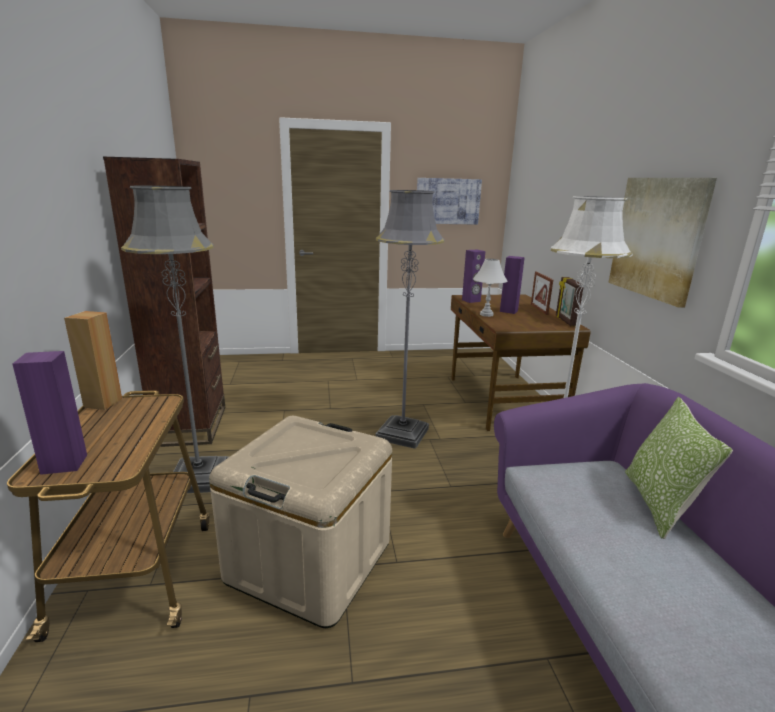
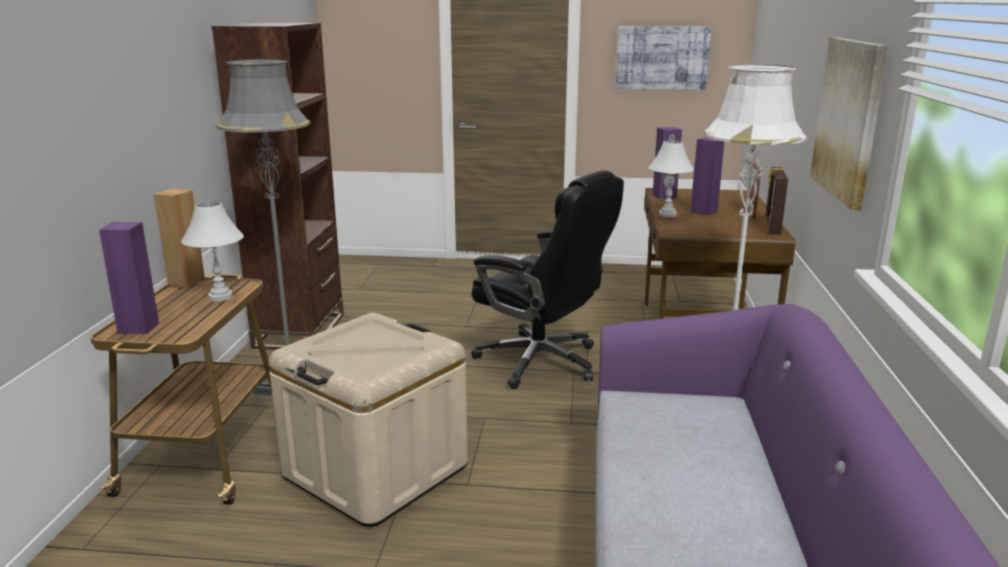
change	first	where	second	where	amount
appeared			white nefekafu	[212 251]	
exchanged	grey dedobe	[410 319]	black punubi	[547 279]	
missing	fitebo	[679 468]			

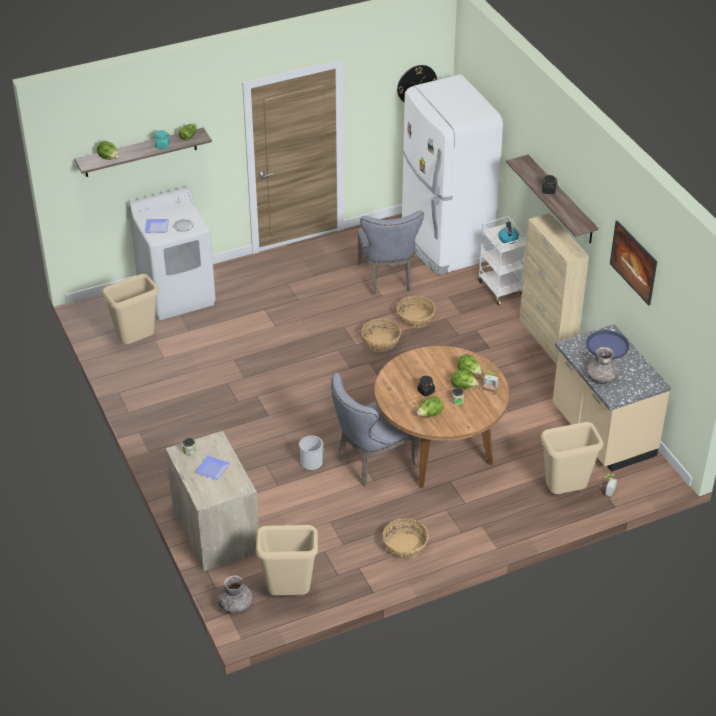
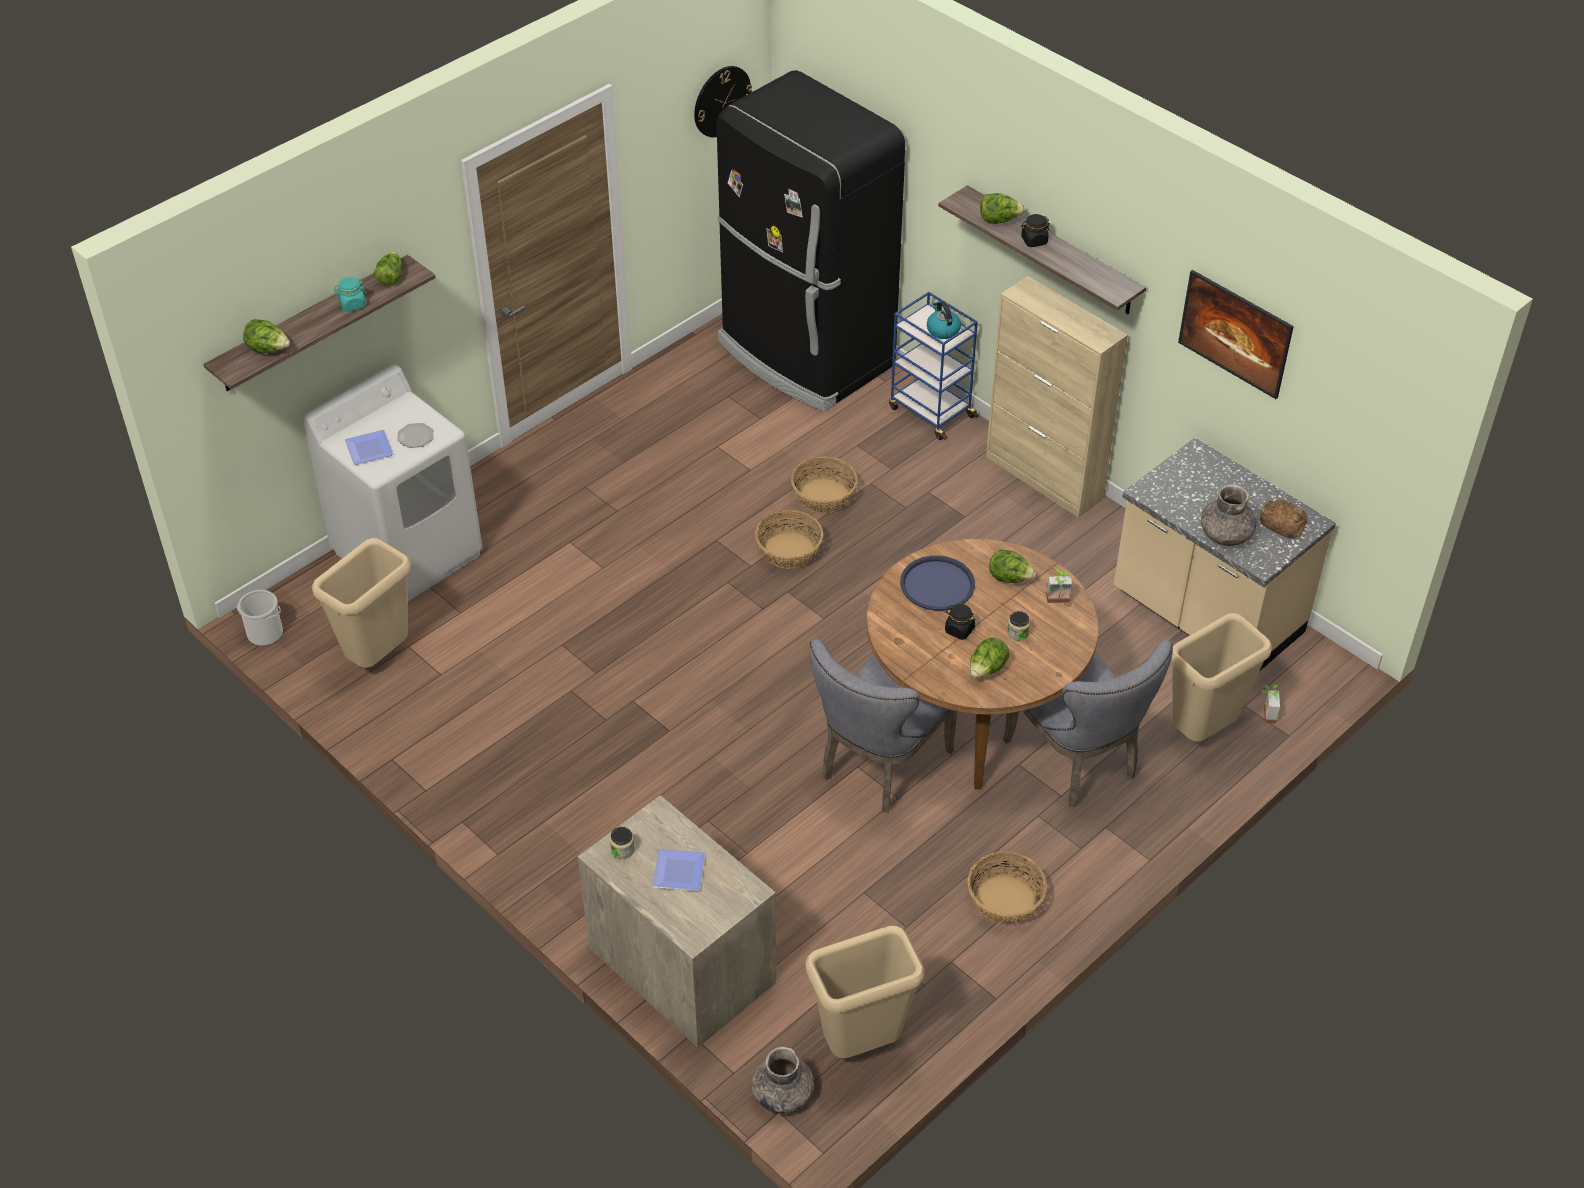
change	first	where	second	where	amount
relocated	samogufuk	[311 452]		[260 618]	
colour	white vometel	[452 175]	black vometel	[811 241]	
colour	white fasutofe	[502 260]	blue fasutofe	[933 366]	
relocated	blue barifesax	[608 344]		[937 583]	
relocated	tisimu	[465 379]		[1002 208]	
relocated	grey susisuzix	[390 253]		[1088 723]	
appeared			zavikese	[1283 519]	

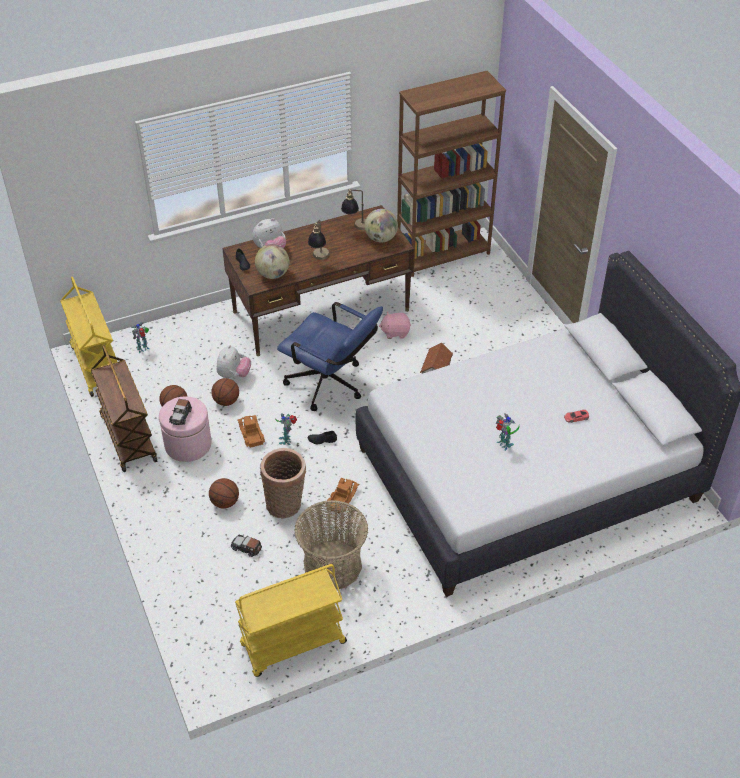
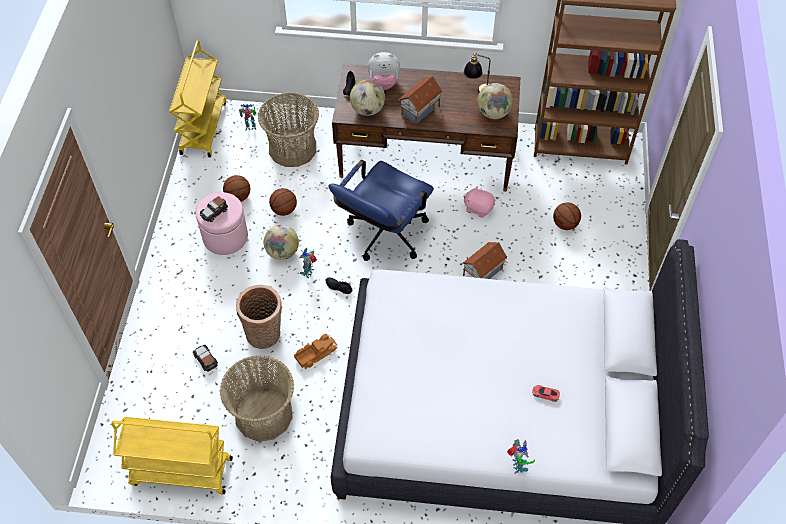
change	first	where	second	where	amount
appeared			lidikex	[288 129]	
exchanged	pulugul	[251 431]	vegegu	[281 242]	
spun	blue punubi	[330 356]		[381 210]	60 degrees clockwise
exchanged	nefekafu	[319 240]	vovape	[421 100]	
relocated	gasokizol	[507 432]		[521 456]	
relocated	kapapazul	[224 493]		[567 216]	
missing	brown fasutofe	[124 408]			
missing	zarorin	[234 362]			

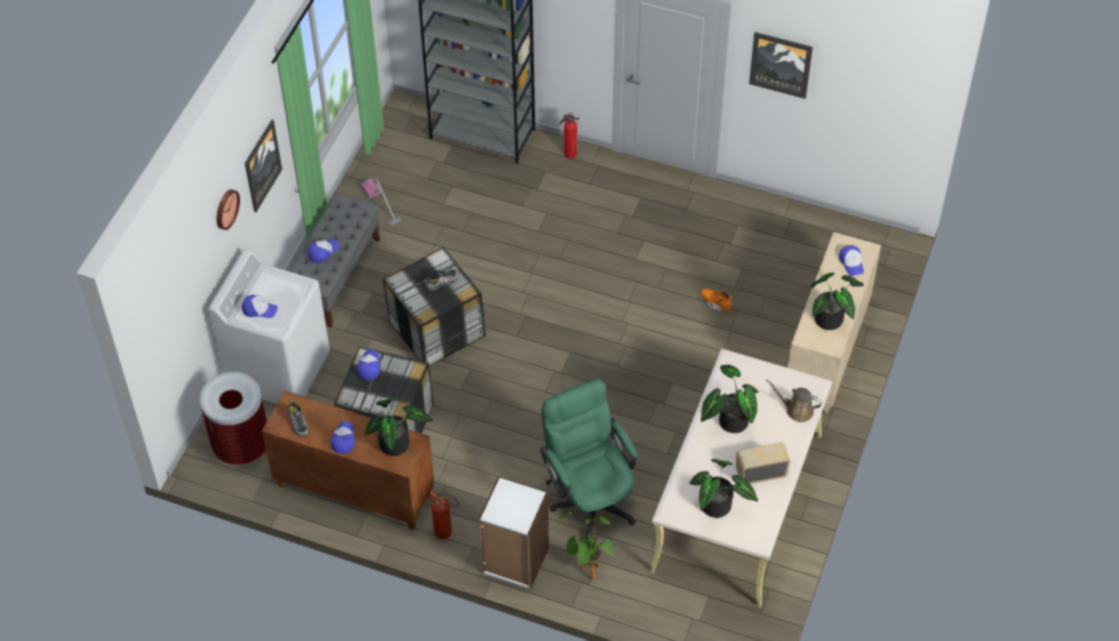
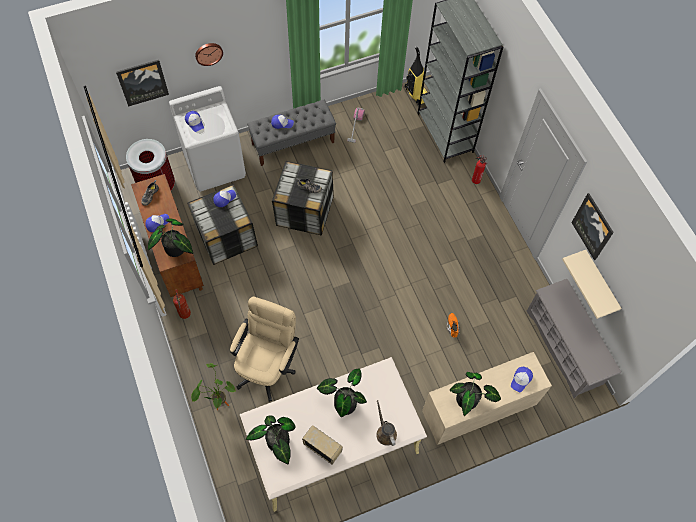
change	first	where	second	where	amount
relocated	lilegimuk	[263 166]		[142 83]	
colour	green punubi	[588 460]	beige punubi	[264 349]	
appeared			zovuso	[416 76]	
appeared			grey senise	[574 338]	
appeared			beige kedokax	[592 284]	
missing	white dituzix	[514 533]			

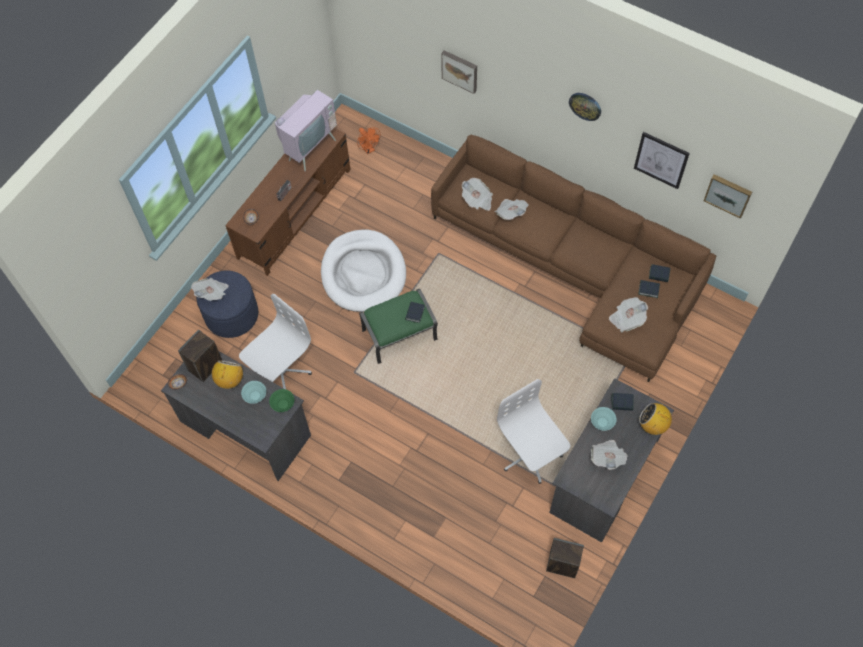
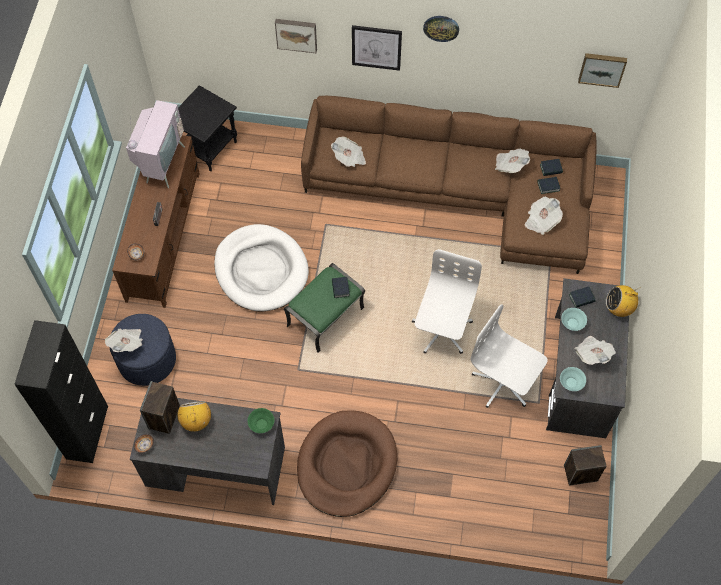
change	first	where	second	where	amount
appeared			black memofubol	[61 391]	
exchanged	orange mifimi	[369 140]	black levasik	[207 128]	
appeared			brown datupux	[347 463]	
relocated	lilegimuk	[662 160]		[377 48]	
relocated	white punubi	[275 341]		[447 301]	
relocated	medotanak	[512 209]		[512 160]	
relocated	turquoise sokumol	[253 392]		[573 379]	

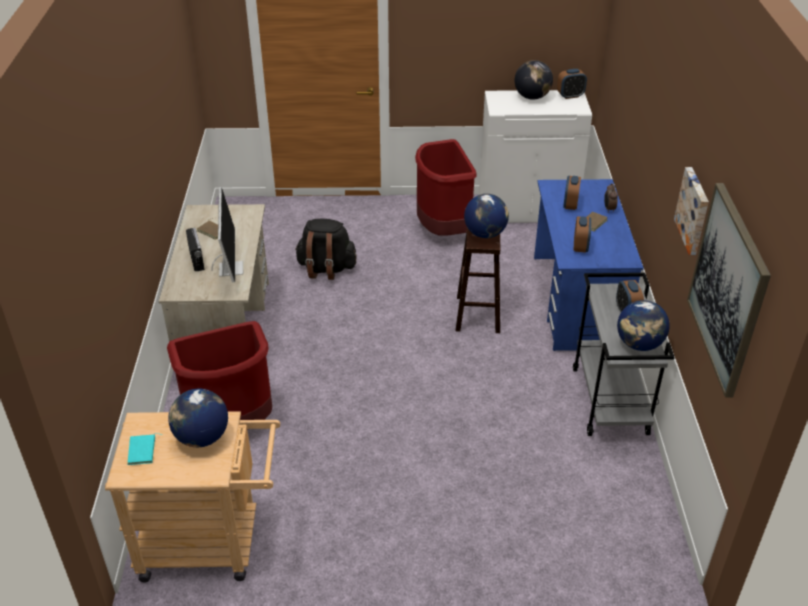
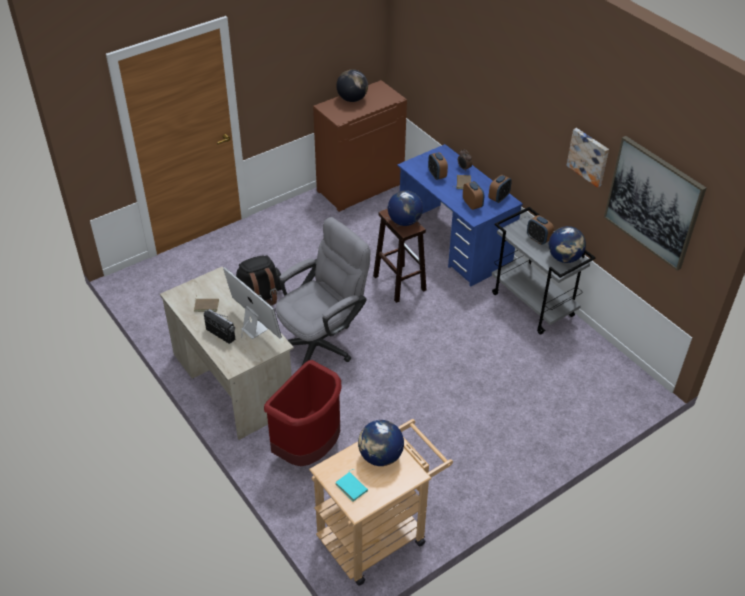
change	first	where	second	where	amount
appeared			grey punubi	[323 291]	
colour	white memofubol	[535 156]	brown memofubol	[360 146]	
relocated	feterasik	[572 84]		[500 189]	
missing	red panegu	[446 187]			

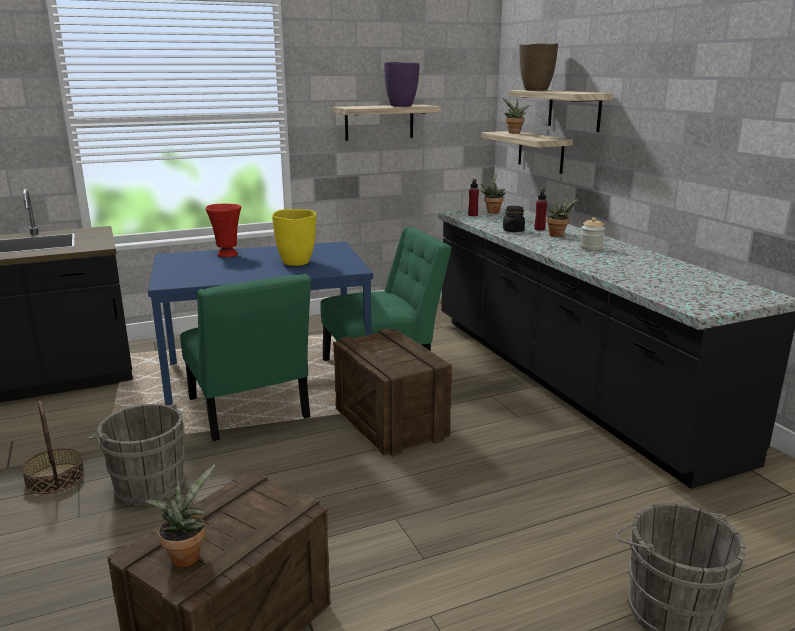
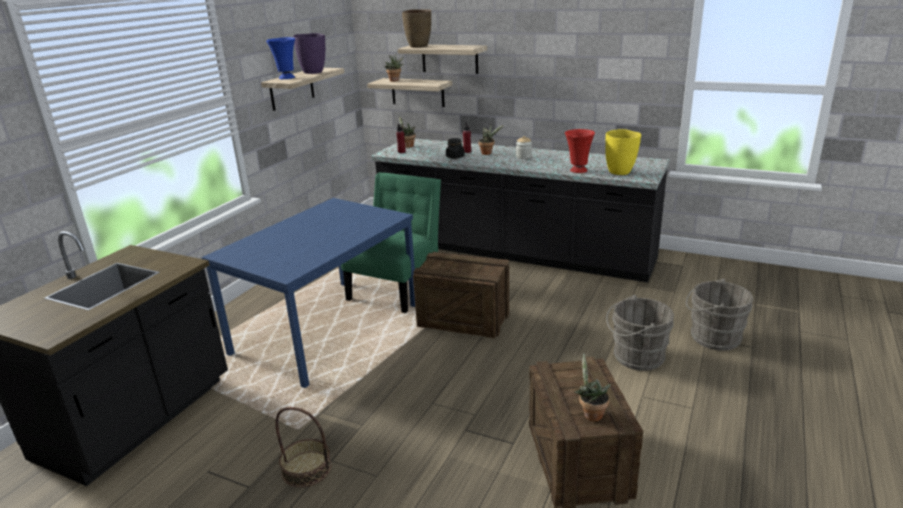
change	first	where	second	where	amount
appeared			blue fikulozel	[280 58]	
relocated	red fikulozel	[224 230]		[580 151]	
relocated	yellow fikulozel	[294 237]		[623 152]	
relocated	grey samogufuk	[136 454]		[640 333]	
missing	green susisuzix	[245 357]			

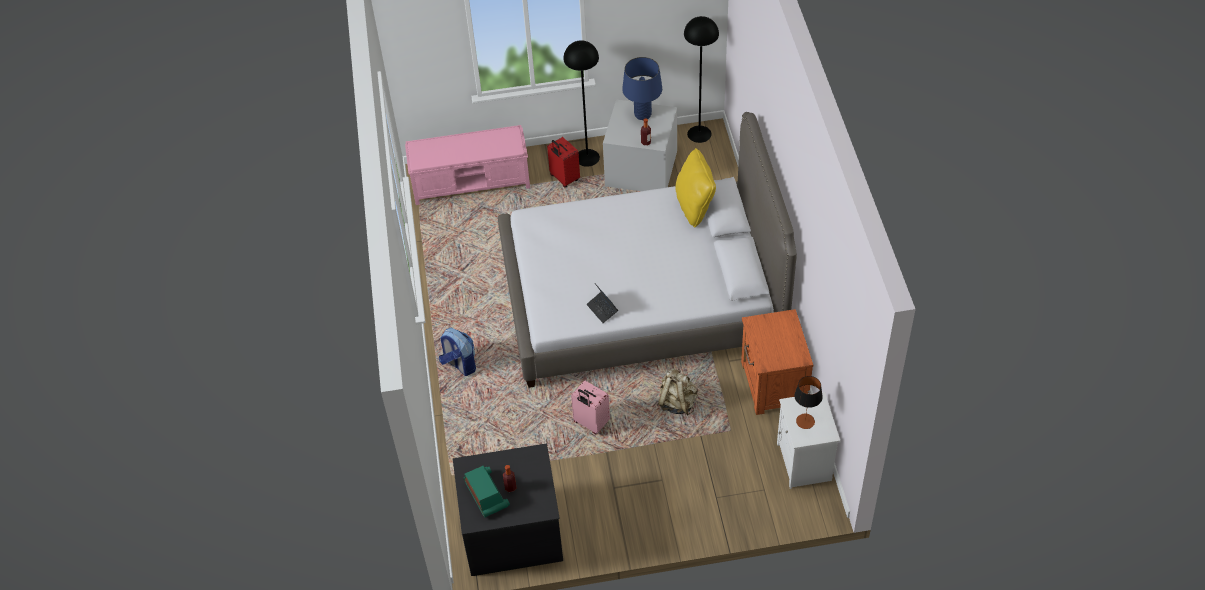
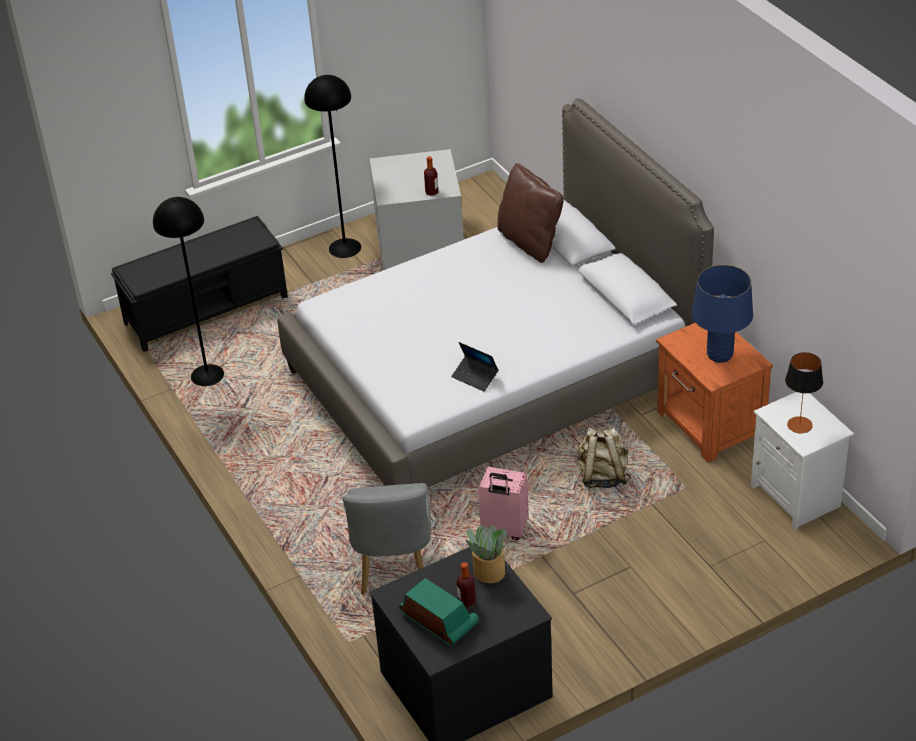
change	first	where	second	where	amount
colour	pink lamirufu	[467 165]	black lamirufu	[199 284]	
relocated	black dedobe	[701 79]		[188 291]	
appeared			grey susisuzix	[387 539]	
appeared			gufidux	[486 554]	
colour	yellow fitebo	[695 187]	brown fitebo	[530 213]	
relocated	blue nefekafu	[642 88]		[722 314]	
missing	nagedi	[457 352]			
missing	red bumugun	[563 162]			

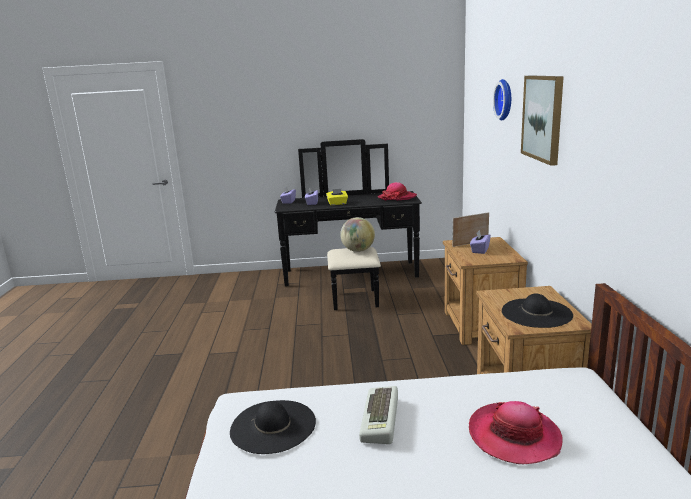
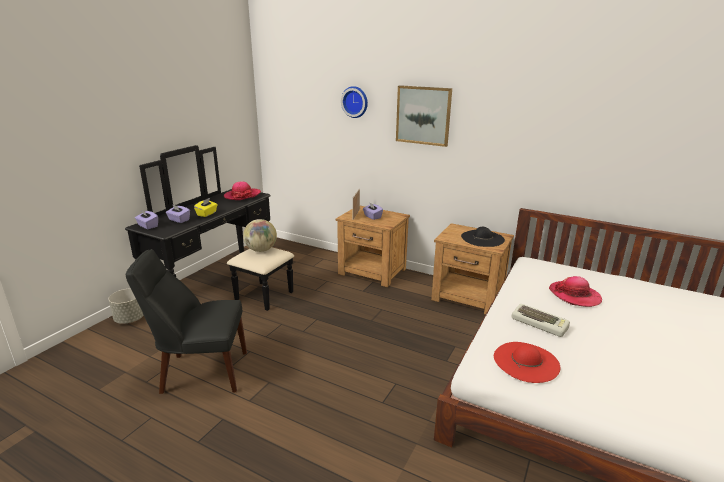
change	first	where	second	where	amount
appeared			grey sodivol	[126 306]	
appeared			black susisuzix	[186 321]	
colour	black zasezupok	[273 427]	red zasezupok	[527 362]	

